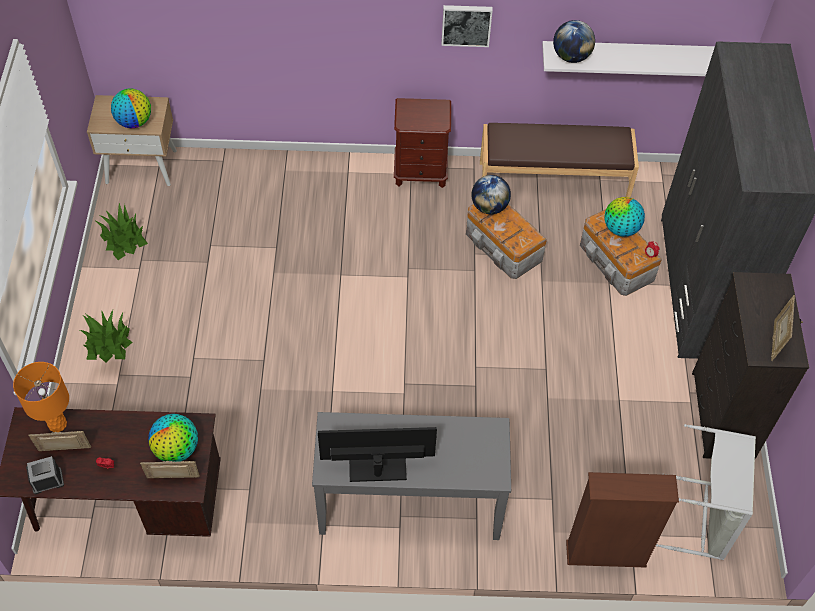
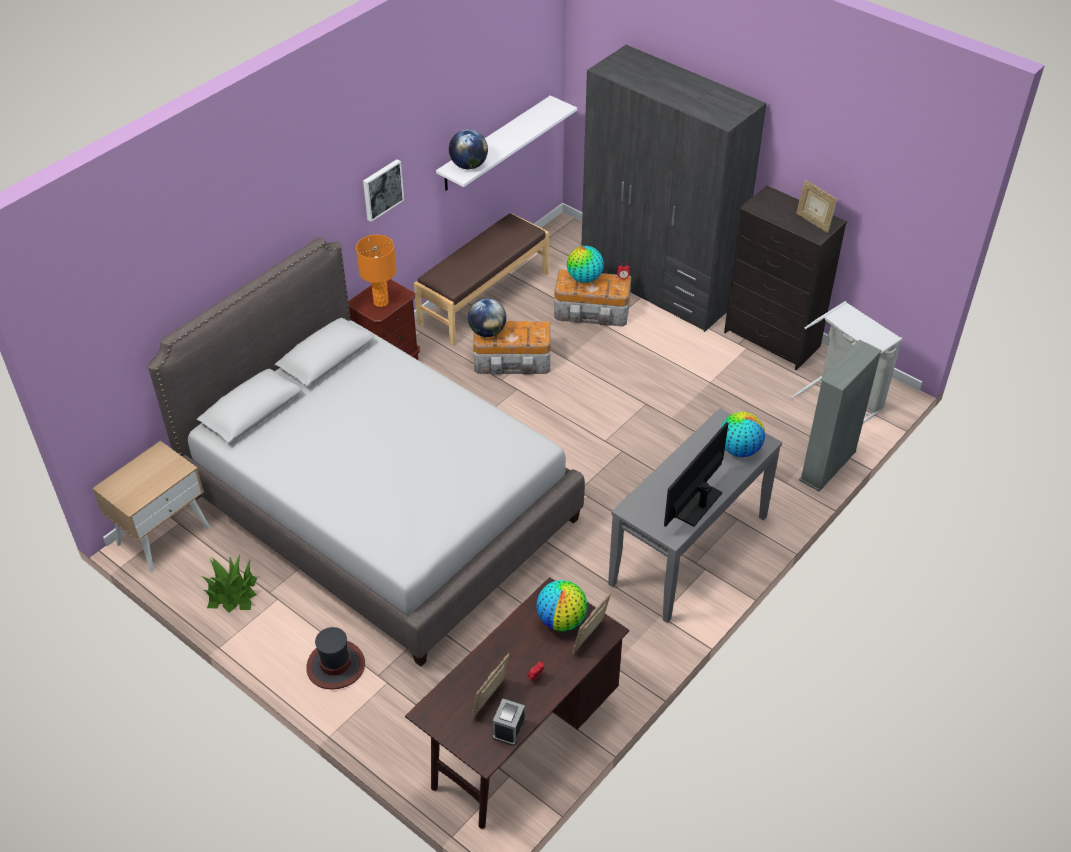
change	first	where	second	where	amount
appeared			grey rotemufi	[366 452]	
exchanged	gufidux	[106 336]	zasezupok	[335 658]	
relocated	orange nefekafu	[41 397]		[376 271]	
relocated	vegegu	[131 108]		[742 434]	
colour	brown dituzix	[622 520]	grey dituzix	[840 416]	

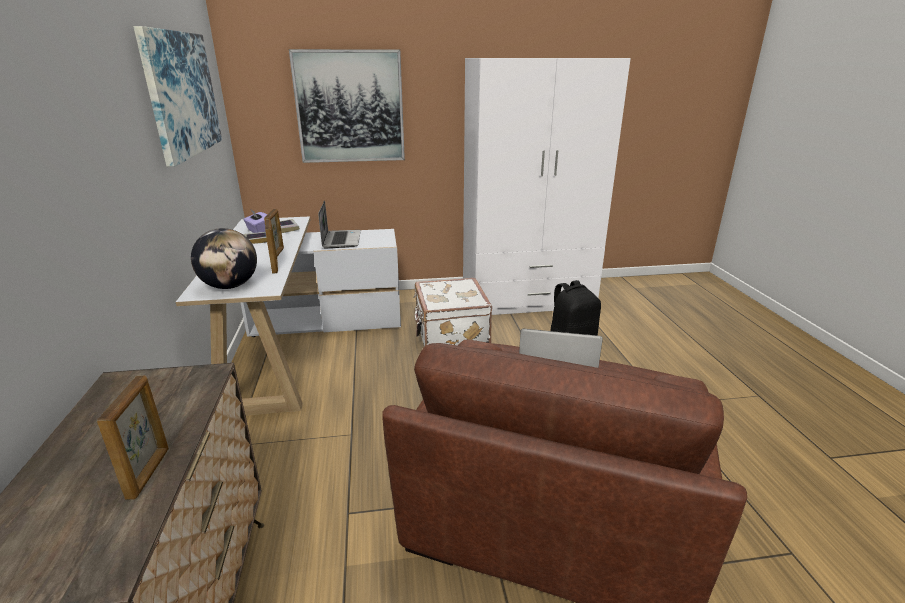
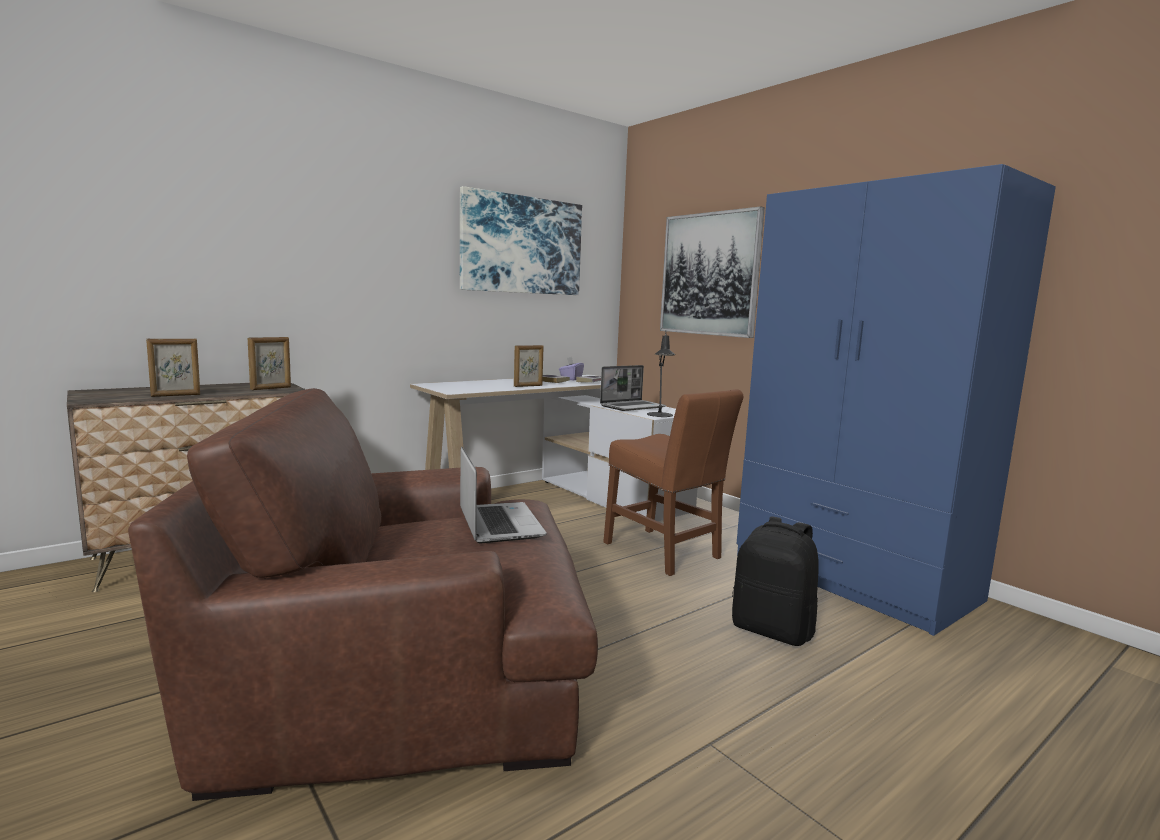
change	first	where	second	where	amount
relocated	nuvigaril	[271 246]		[269 363]	
exchanged	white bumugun	[452 312]	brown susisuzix	[673 482]	
appeared			black nefekafu	[661 374]	
colour	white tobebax	[547 186]	blue tobebax	[896 400]	
missing	vegegu	[224 258]			

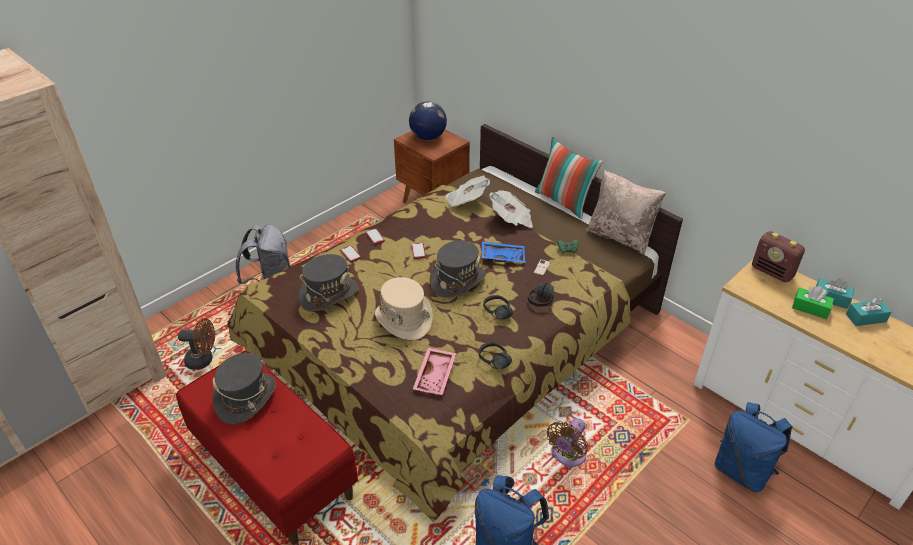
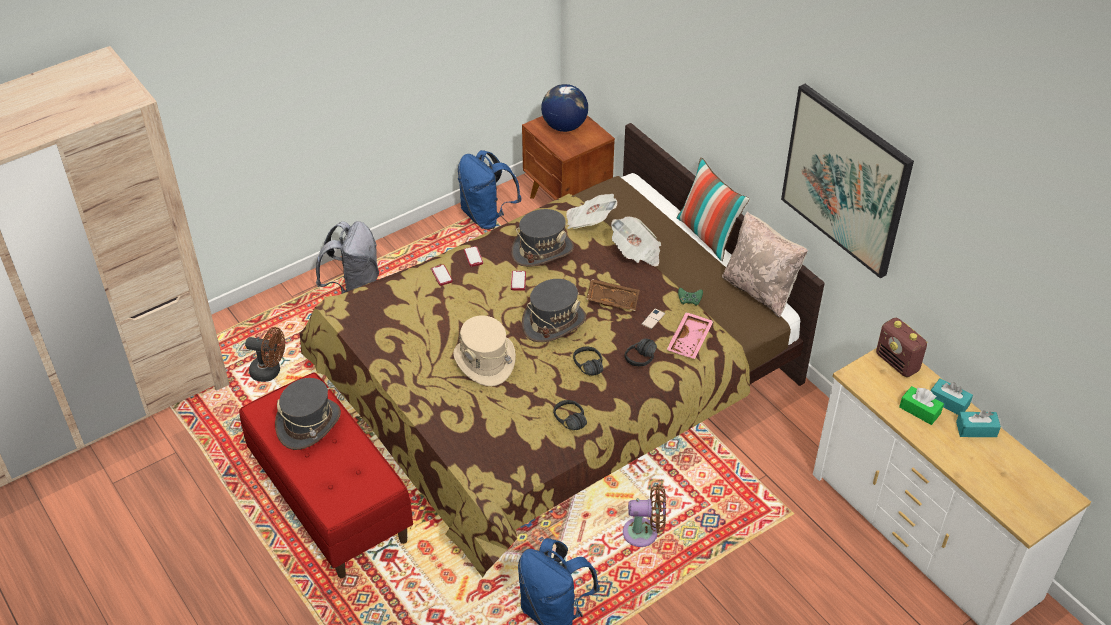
change	first	where	second	where	amount
relocated	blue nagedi	[753 447]		[490 189]	
relocated	grey zasezupok	[328 282]		[542 238]	
colour	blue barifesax	[503 252]	brown barifesax	[613 295]	
spun	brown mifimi	[567 442]		[644 515]	135 degrees counterclockwise
relocated	pink barifesax	[434 371]		[689 335]	
appeared			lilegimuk	[847 181]	

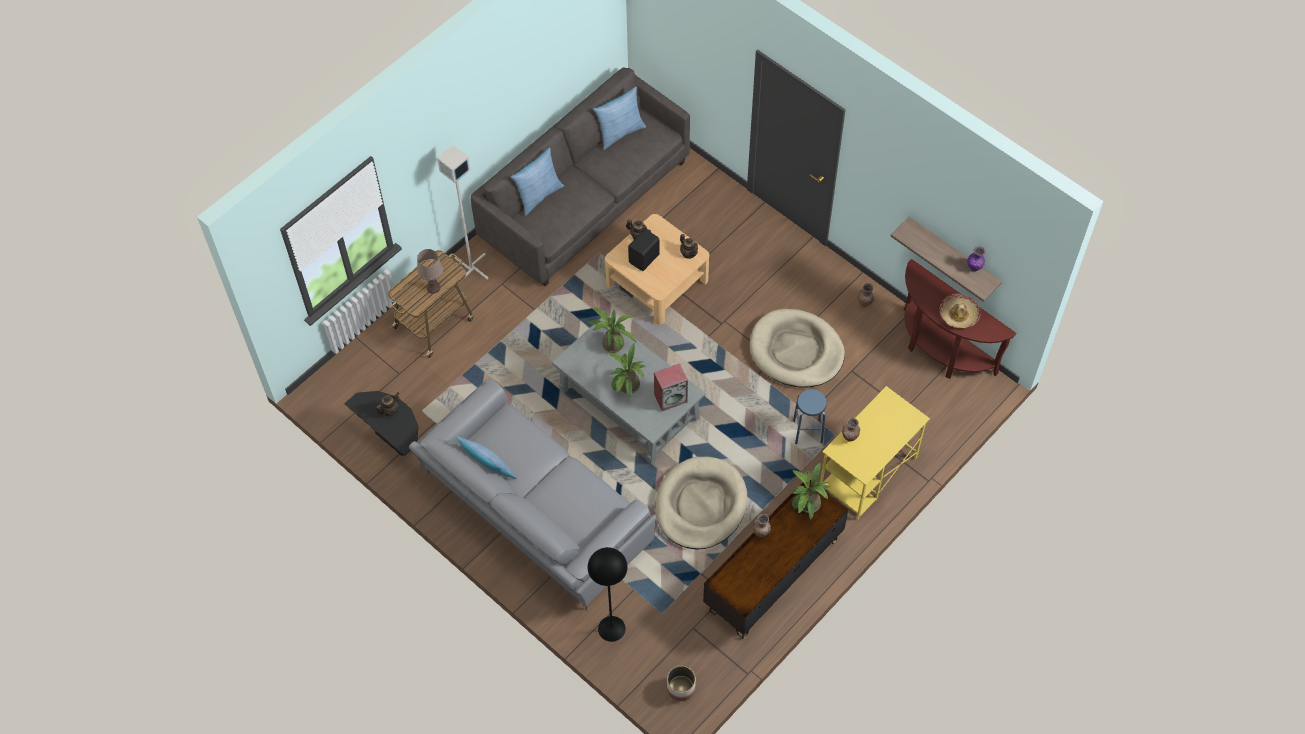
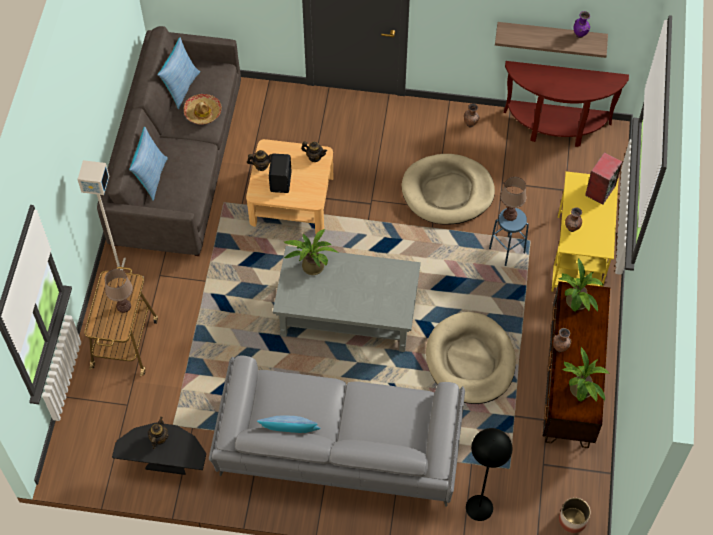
change	first	where	second	where	amount
relocated	zasezupok	[960 310]		[202 109]	
appeared			brown nefekafu	[513 199]	
relocated	gufidux	[627 370]		[586 374]	
relocated	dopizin	[671 387]		[604 178]	

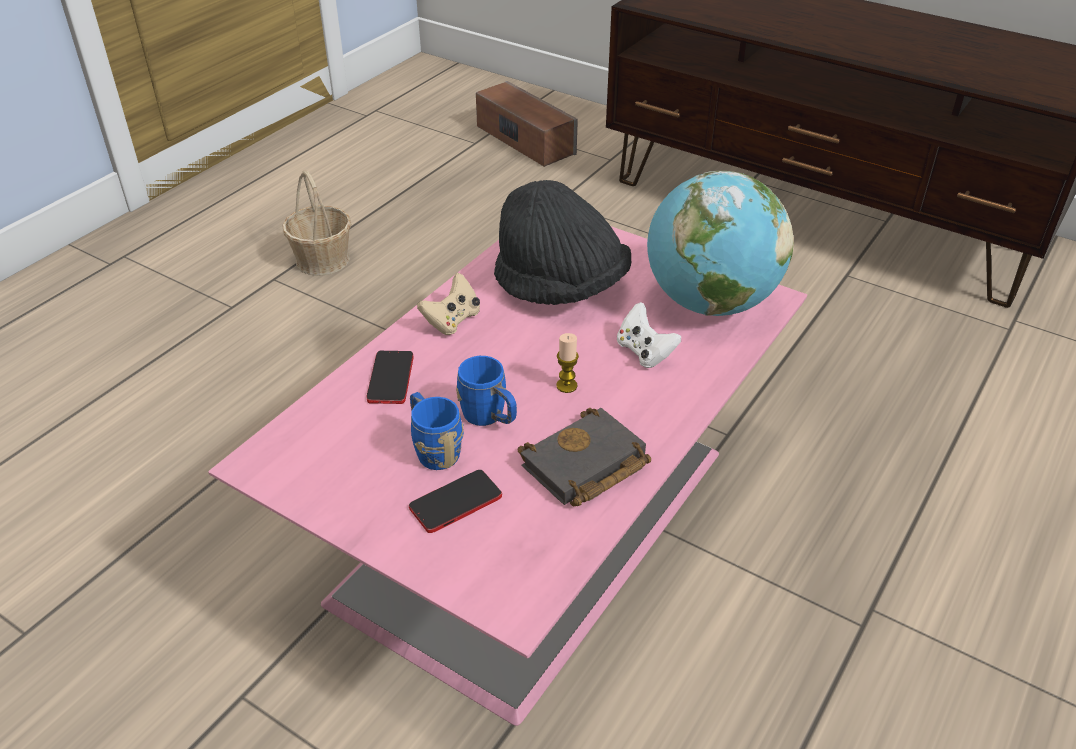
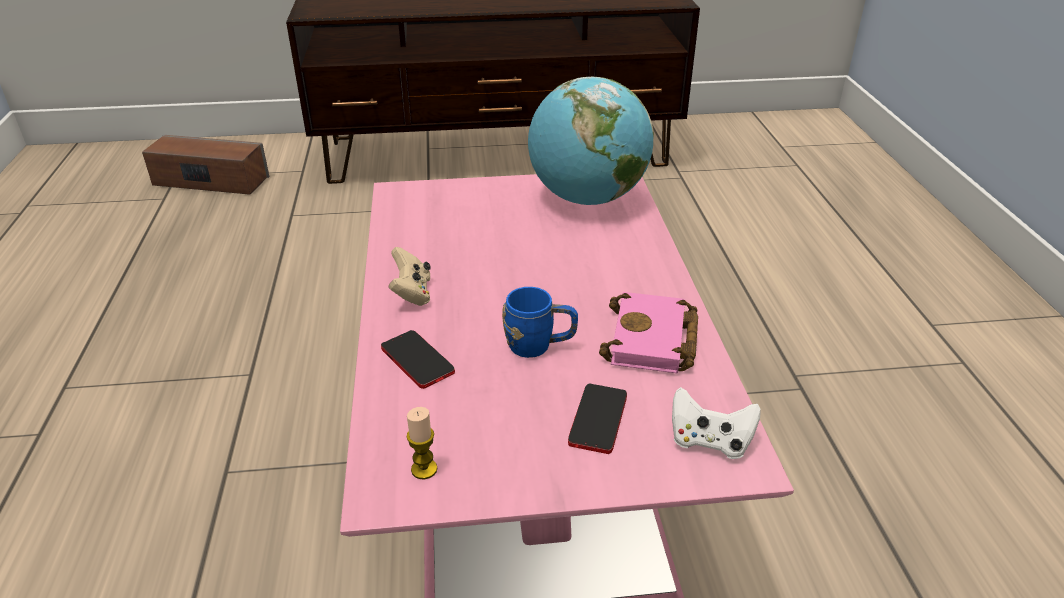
change	first	where	second	where	amount
relocated	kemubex	[567 363]		[421 443]	
colour	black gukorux	[584 457]	pink gukorux	[648 332]	
relocated	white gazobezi	[649 335]		[716 423]	
missing	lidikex	[316 223]			
missing	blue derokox	[437 431]			
missing	black zasezupok	[562 242]			

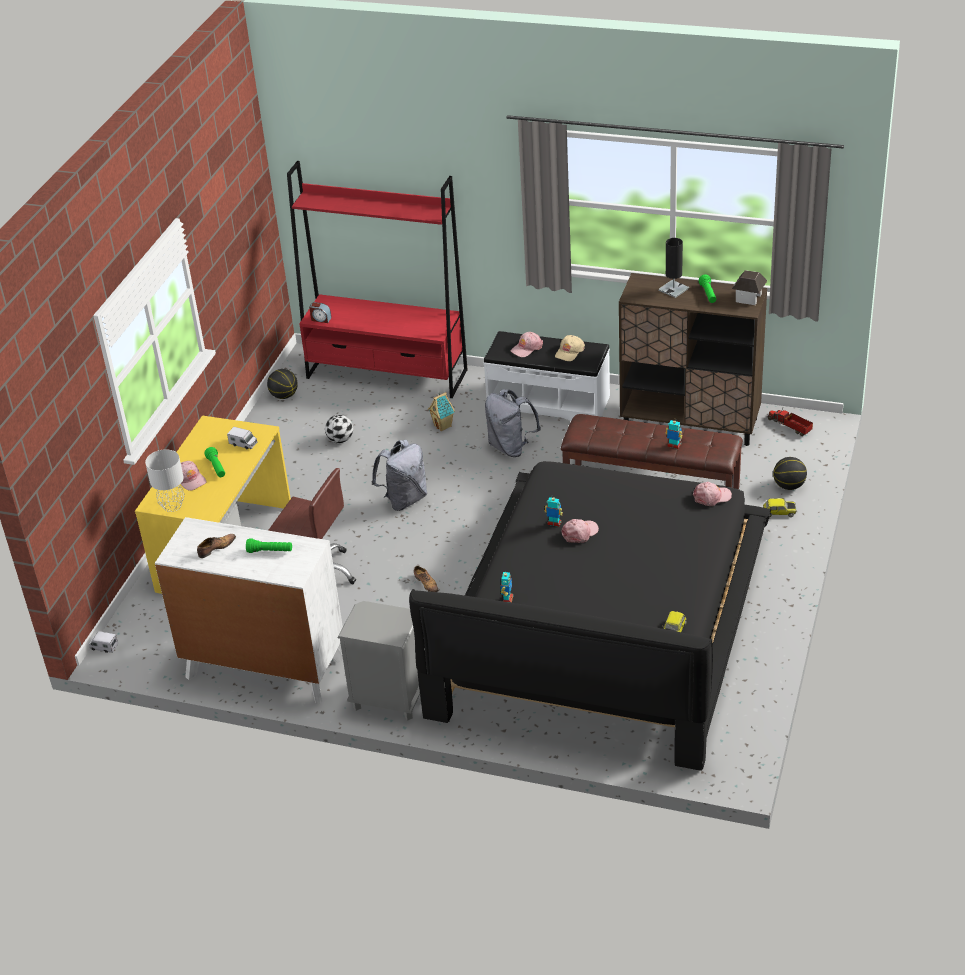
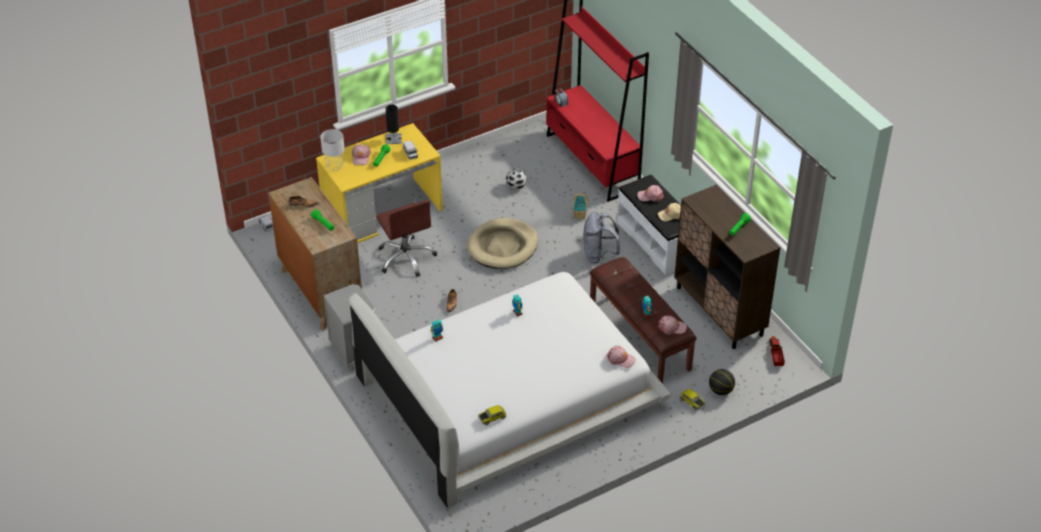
change	first	where	second	where	amount
colour	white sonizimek	[249 610]	brown sonizimek	[315 254]	
colour	black rotemufi	[590 616]	white rotemufi	[510 390]	
relocated	black nefekafu	[673 268]		[394 124]	
exchanged	grey nagedi	[399 475]	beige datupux	[502 243]	
relocated	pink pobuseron	[580 531]		[672 325]	
missing	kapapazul	[282 384]			
missing	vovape	[749 287]			

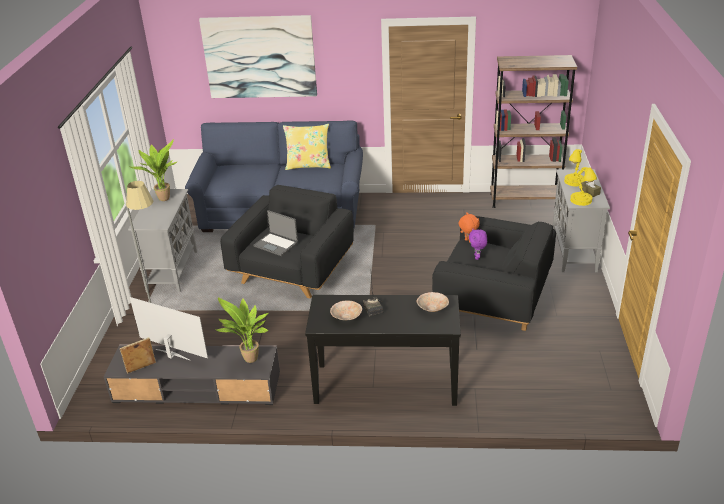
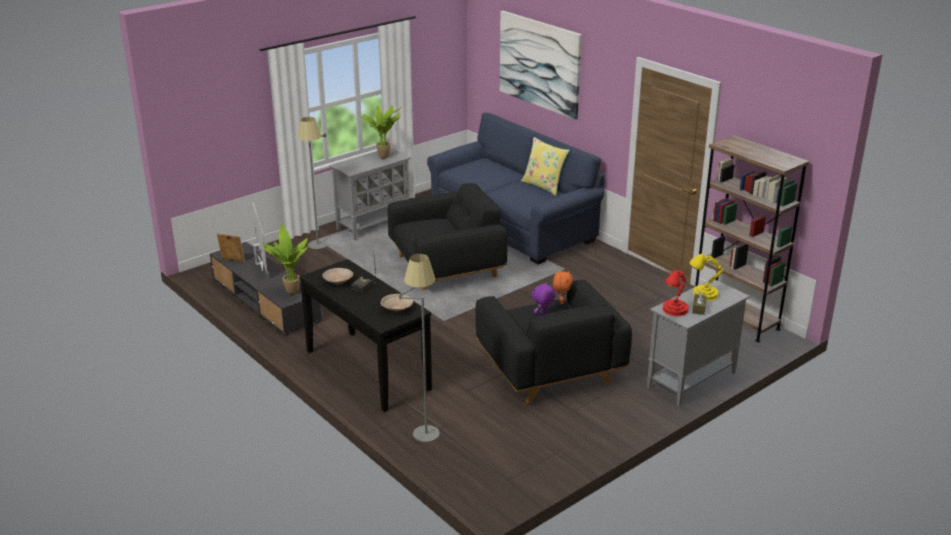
change	first	where	second	where	amount
appeared			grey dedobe	[419 348]	
colour	yellow nefekafu	[583 186]	red nefekafu	[676 293]	
missing	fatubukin	[275 233]			

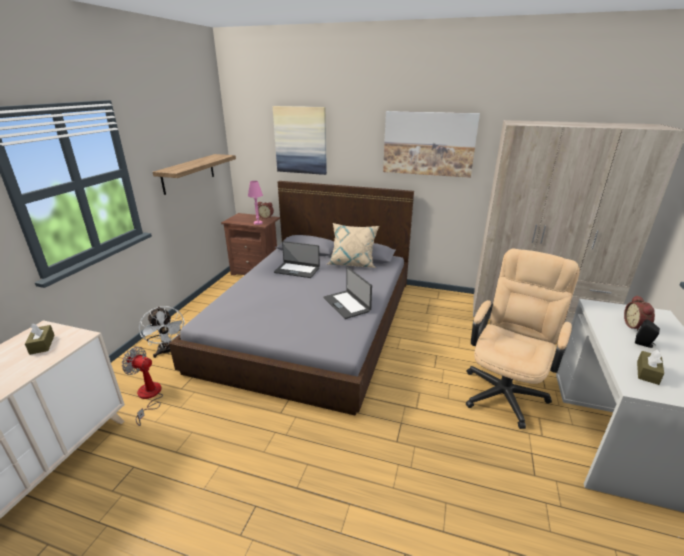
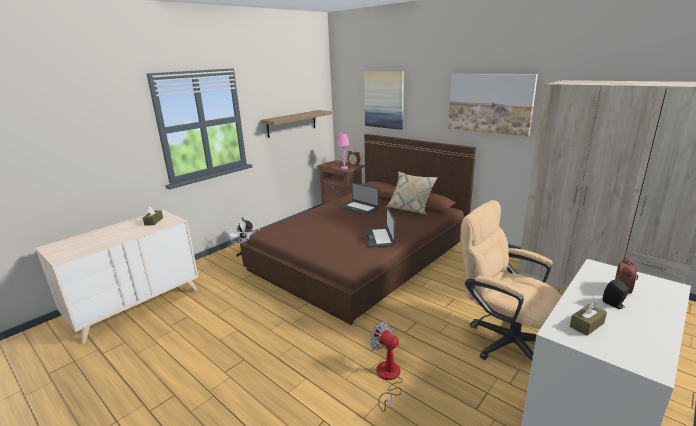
change	first	where	second	where	amount
colour	grey rotemufi	[291 298]	brown rotemufi	[358 229]	
relocated	mifimi	[142 386]		[386 366]	
spun	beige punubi	[523 339]		[510 280]	105 degrees counterclockwise

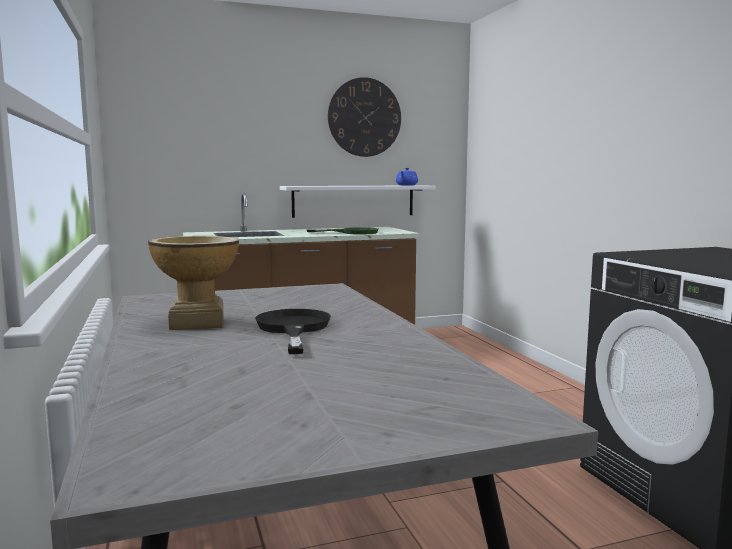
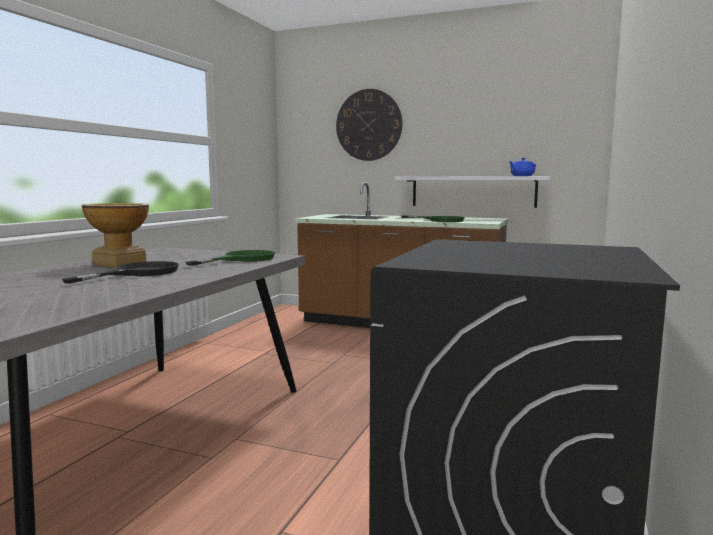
change	first	where	second	where	amount
appeared			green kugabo	[230 258]	
relocated	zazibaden	[364 117]		[369 125]	

